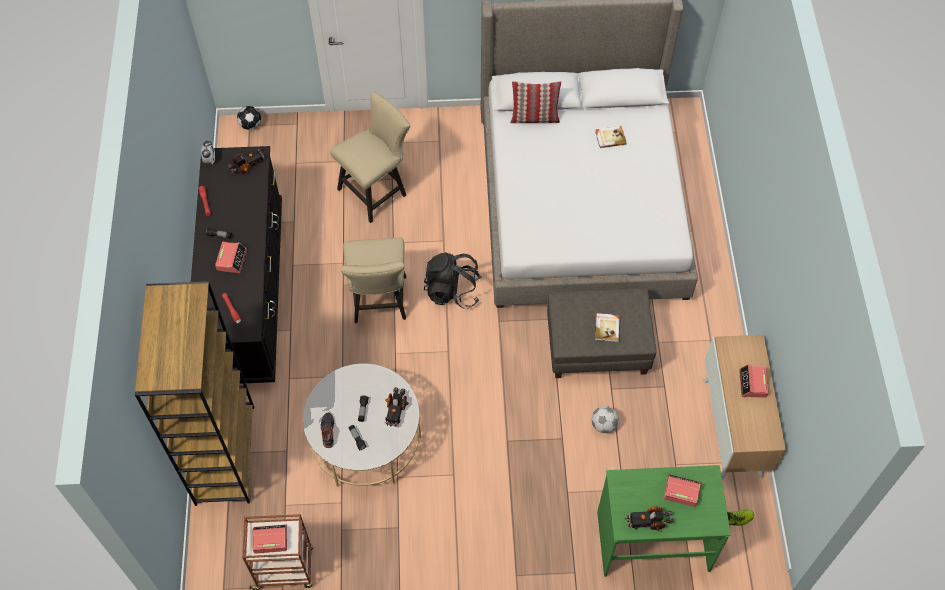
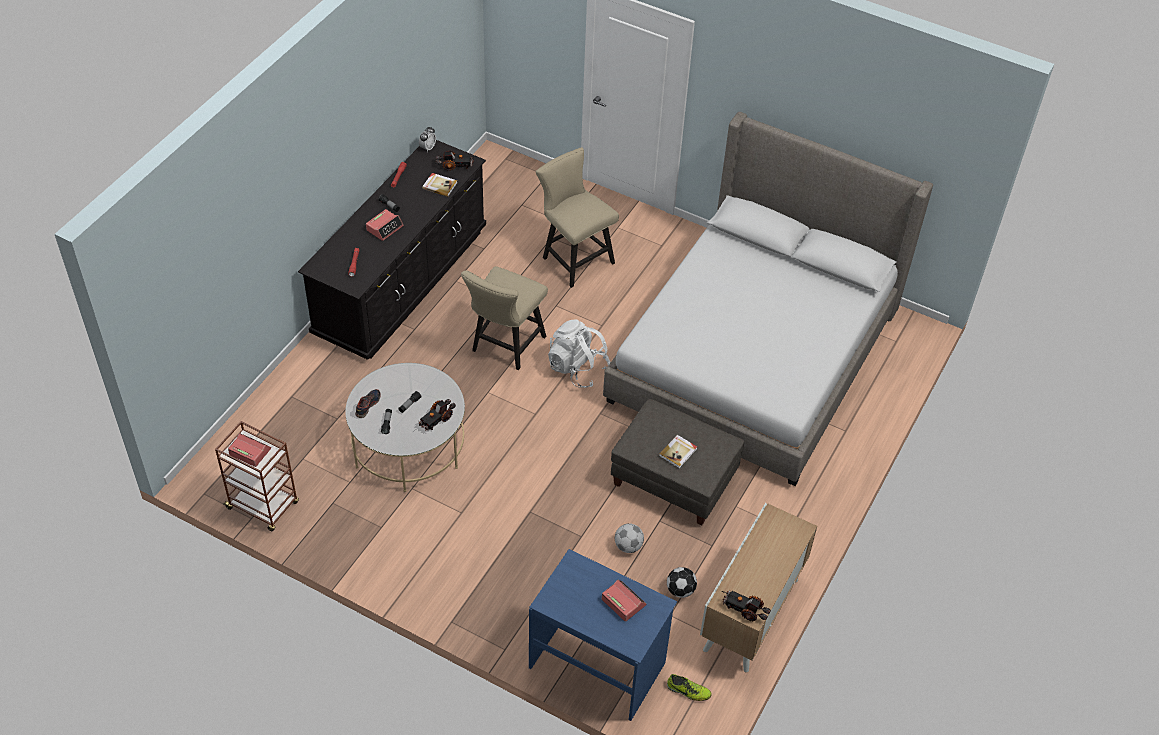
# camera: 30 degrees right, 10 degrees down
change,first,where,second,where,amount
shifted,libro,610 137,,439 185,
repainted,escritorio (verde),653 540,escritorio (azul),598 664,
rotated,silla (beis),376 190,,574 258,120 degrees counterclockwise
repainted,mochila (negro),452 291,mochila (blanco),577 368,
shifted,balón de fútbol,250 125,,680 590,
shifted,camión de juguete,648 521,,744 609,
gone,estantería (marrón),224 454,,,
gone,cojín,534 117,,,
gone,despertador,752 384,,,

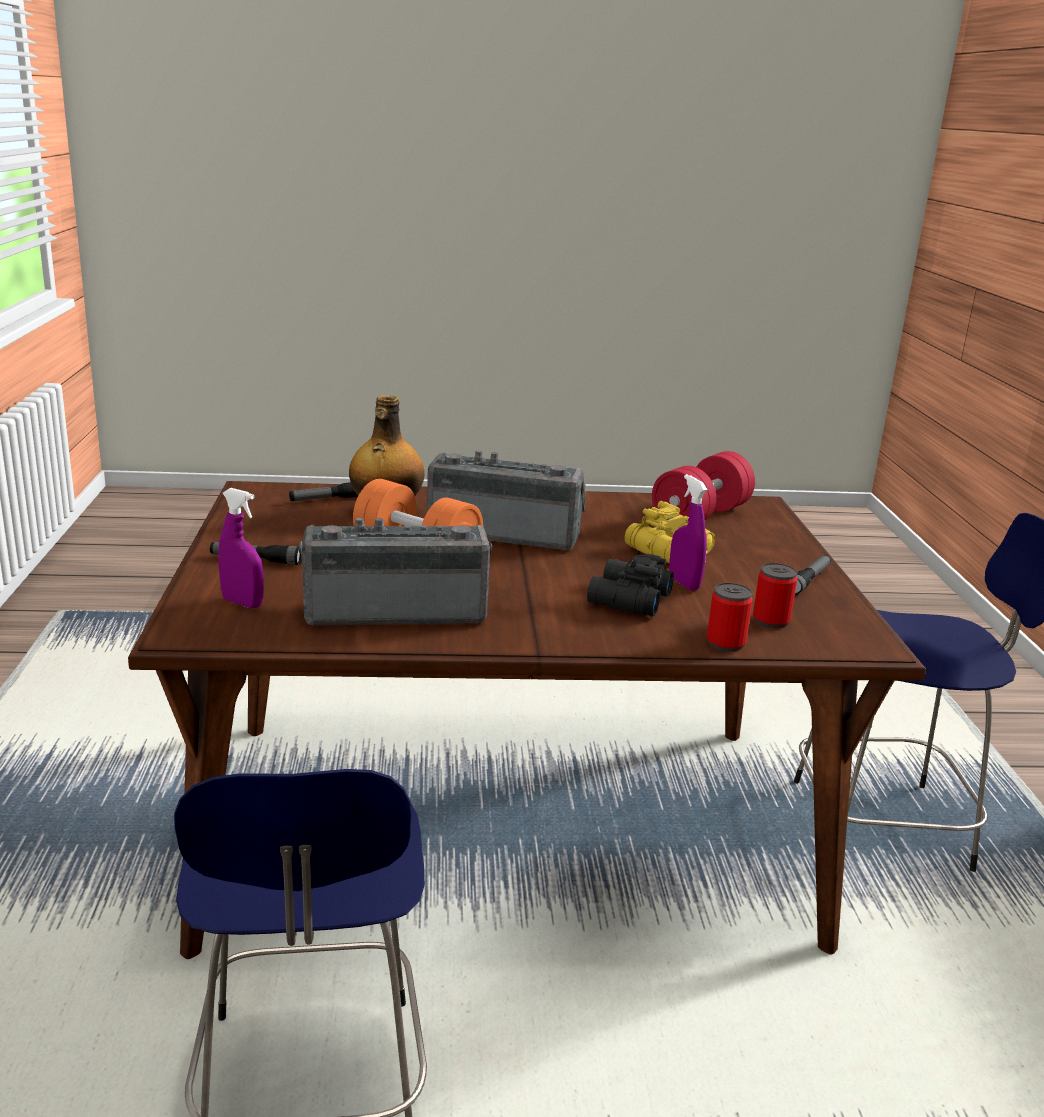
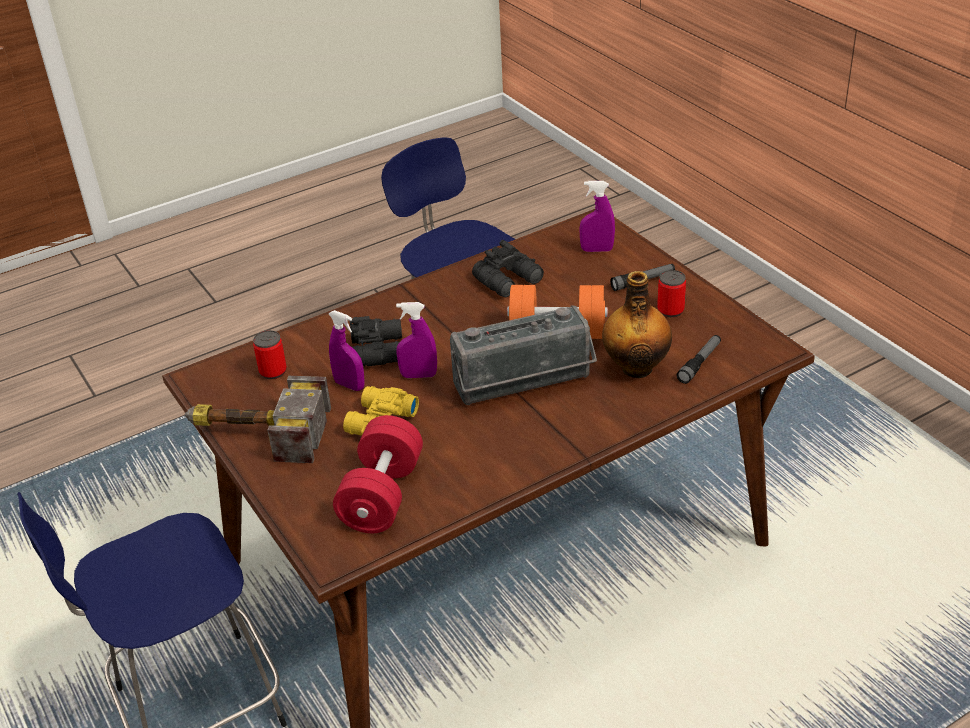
# camera: 155 degrees right, 15 degrees up
change,first,where,second,where,amount
swapped,linterna,808 581,martillo,255 432,
new,,,pulverizador (morado),418 375,
swapped,radio,396 610,prismáticos (negro),510 280,
shifted,lata,725 643,,670 310,

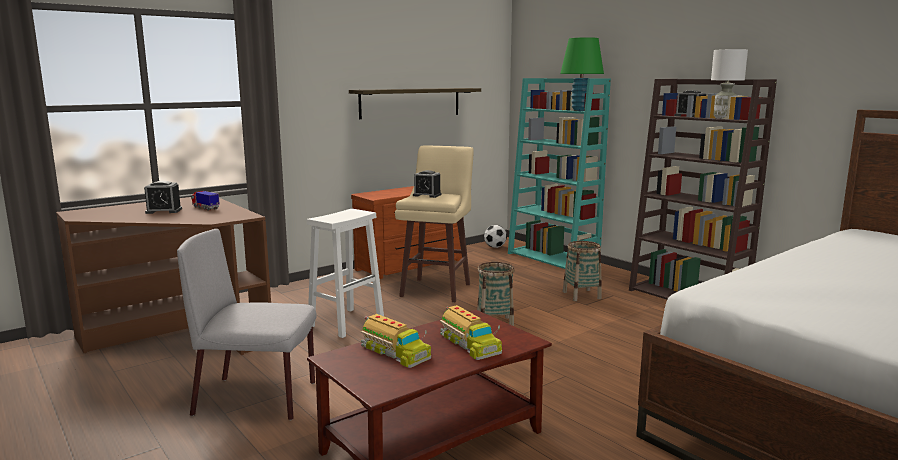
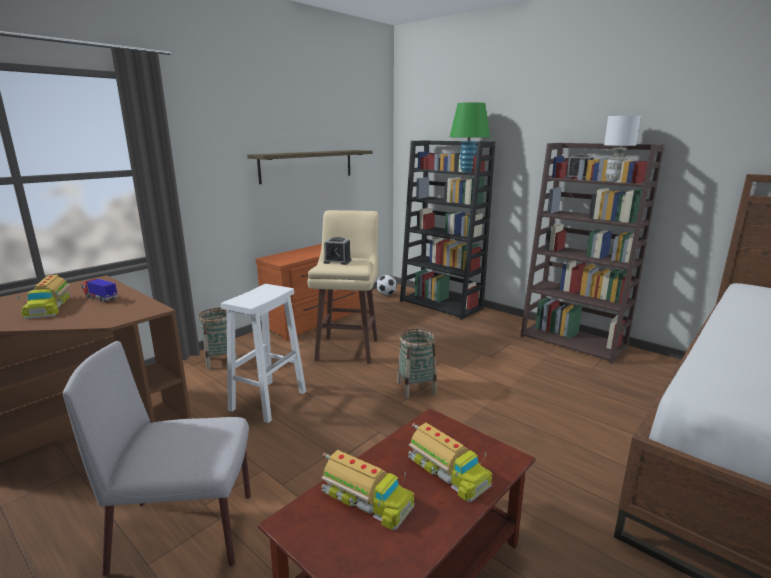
# camera: 10 degrees left, 5 degrees up
change,first,where,second,where,amount
swapped,despertador,164 211,camión de juguete,48 306,
shifted,cesta,581 295,,221 361,
repainted,estantería (turquesa),553 259,estantería (negro),442 304,

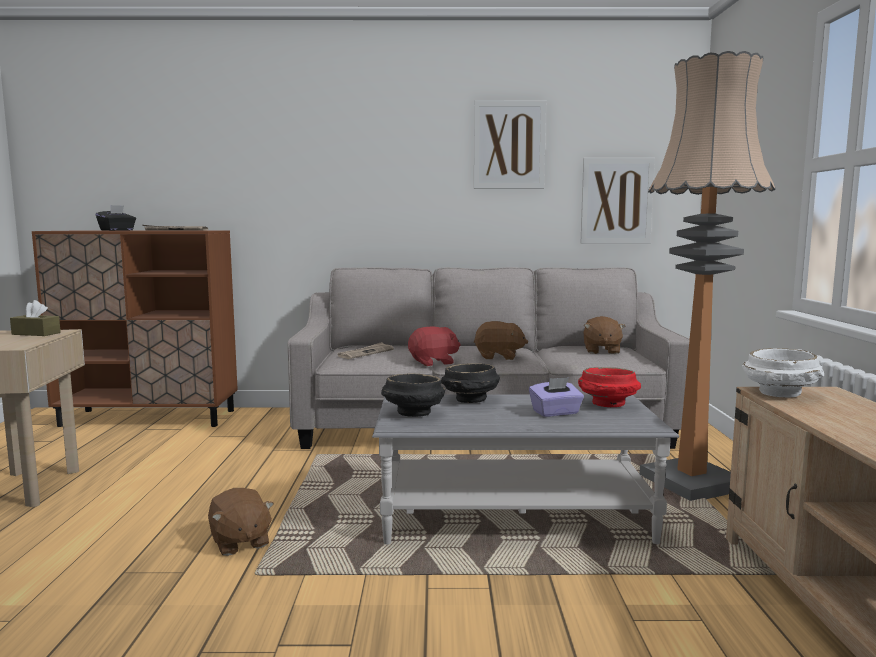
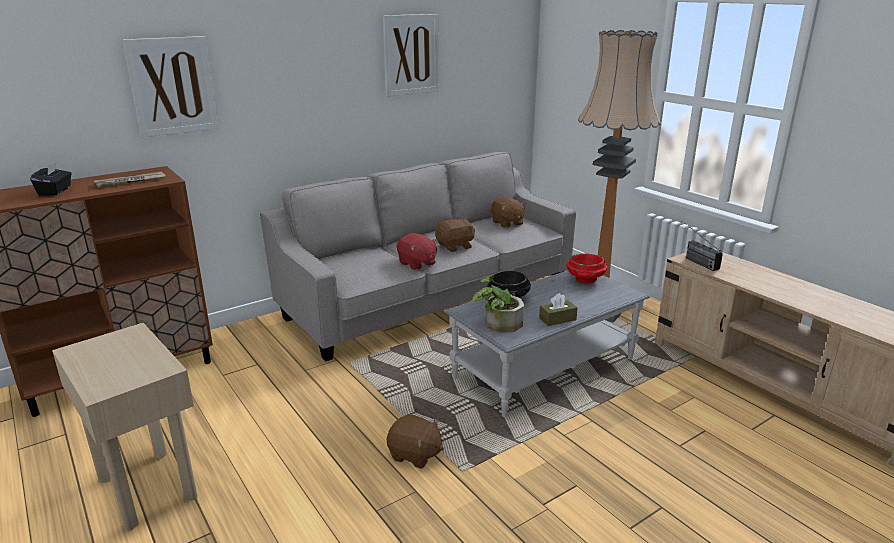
# camera: 35 degrees left, 15 degrees up
change,first,where,second,where,amount
shifted,cuadro,616 201,,172 86,
rotated,peluche (rojo),433 362,,417 263,105 degrees clockwise
swapped,cuenco (negro),413 413,planta en maceta,498 324,
shifted,caja de pañuelos (marrón),36 333,,557 319,
swapped,cuenco (blanco),781 394,radio,694 260,
gone,periódico,366 353,,,
gone,caja de pañuelos (morado),555 412,,,

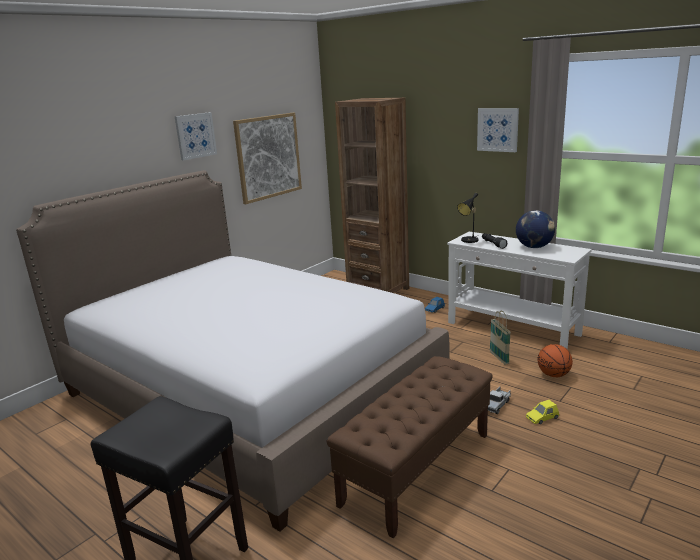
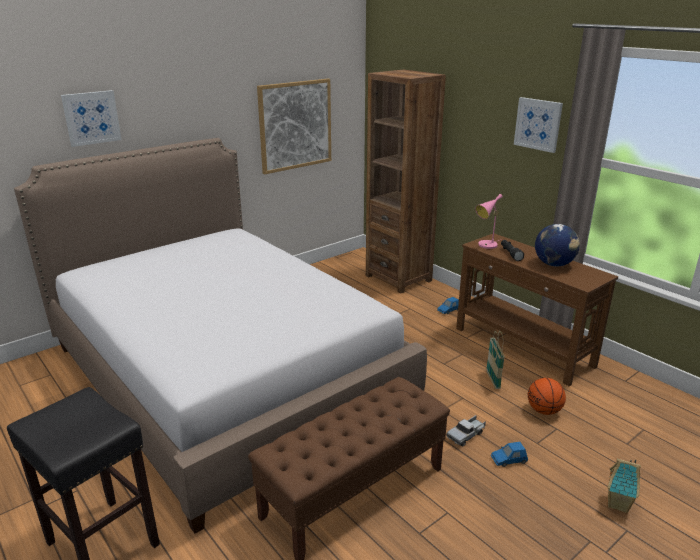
# camera: 10 degrees right, 5 degrees up
change,first,where,second,where,amount
shifted,cuadro,195 136,,91 118,
repainted,mesa consola (blanco),513 329,mesa consola (marrón),523 347,
repainted,lámpara de mesa (negro),468 241,lámpara de mesa (rosa),486 246,
repainted,coche de juguete (amarillo),542 418,coche de juguete (azul),509 460,
new,,,casita,618 504,

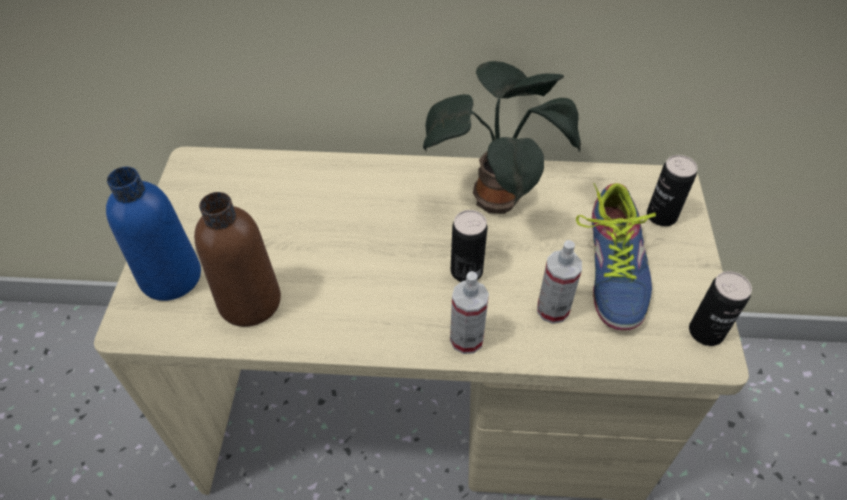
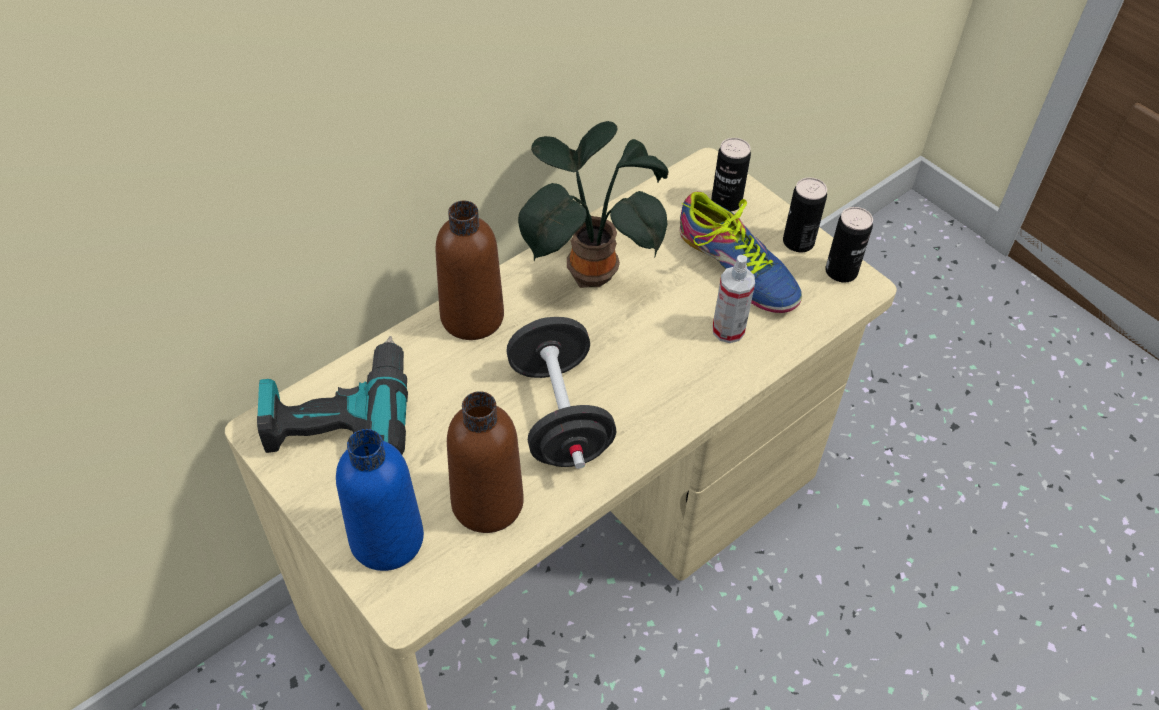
# camera: 45 degrees left, 0 degrees up
change,first,where,second,where,amount
new,,,taladro,340 414,
new,,,botella (marrón),472 317,
new,,,mancuerna (negro),559 415,
shifted,lata,466 271,,798 242,
gone,pulverizador,466 339,,,

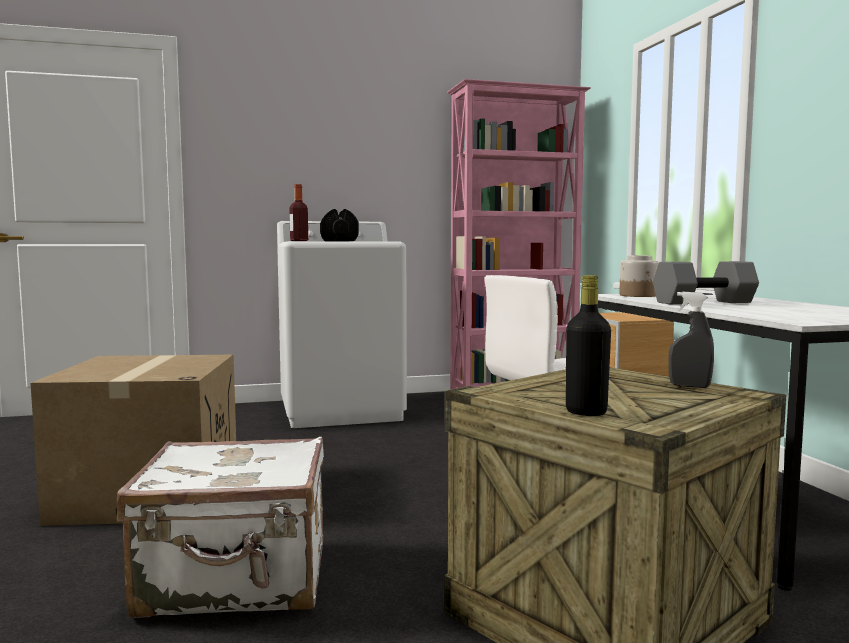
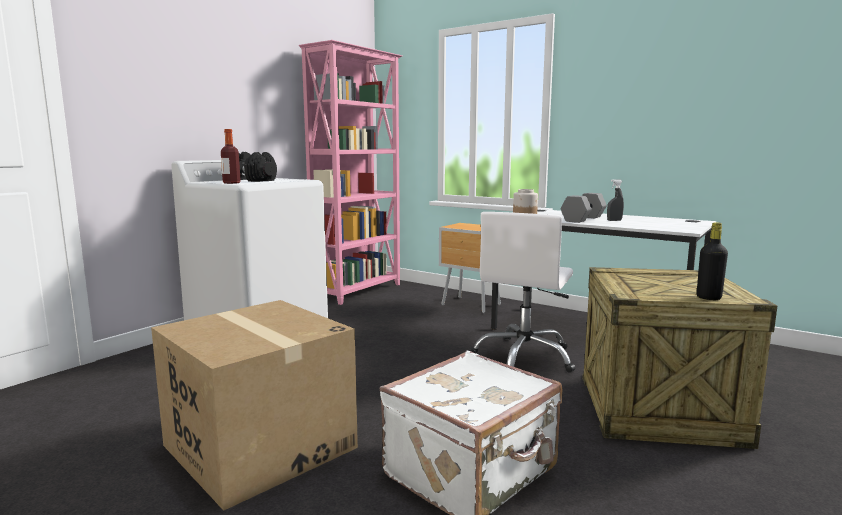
# camera: 40 degrees left, 5 degrees up
change,first,where,second,where,amount
shifted,pulverizador (gris),689 386,,614 220,

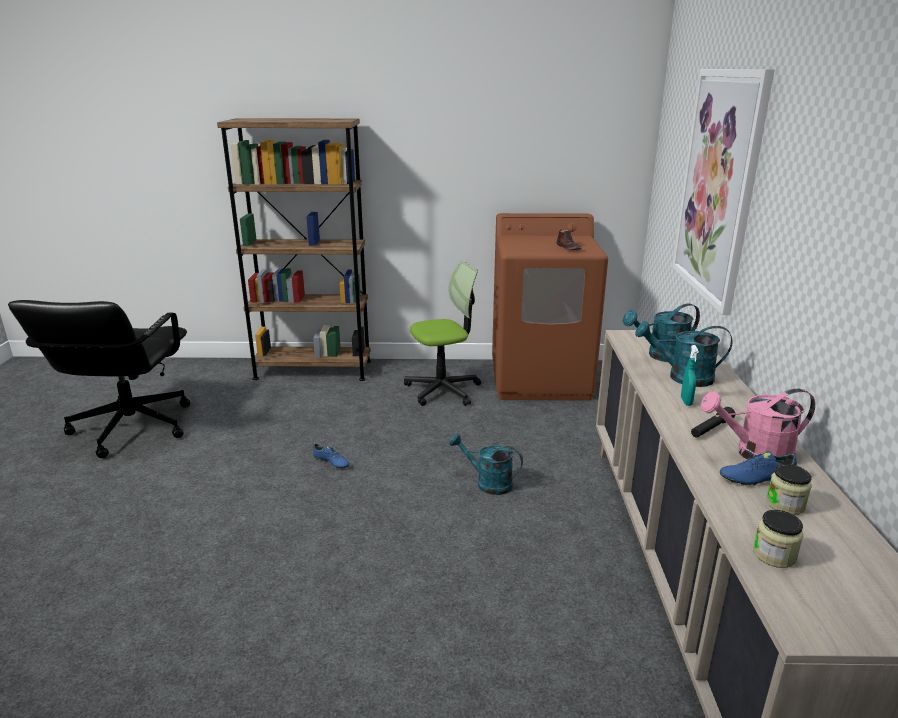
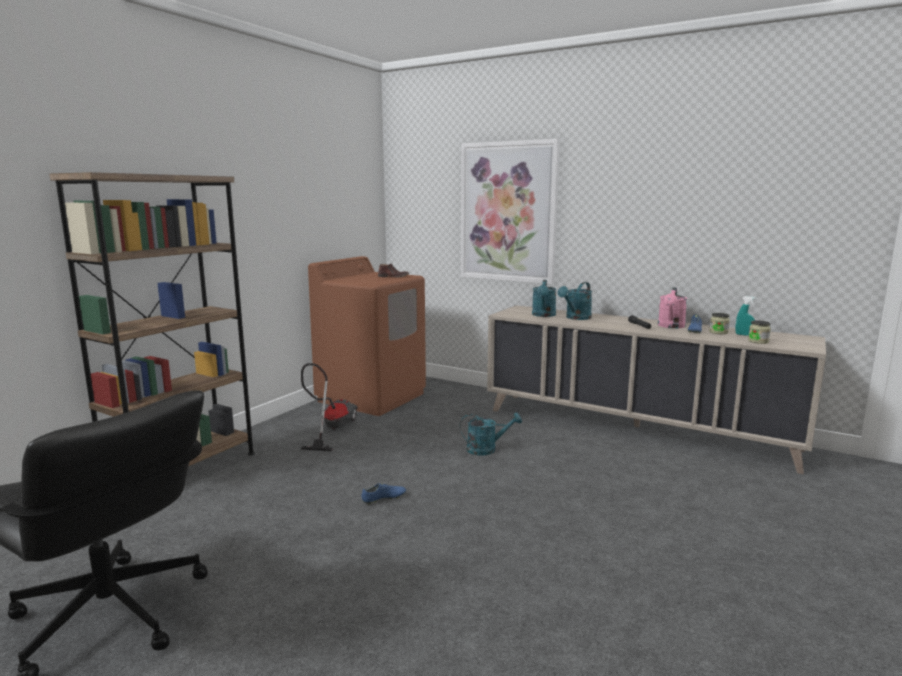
# camera: 60 degrees left, 10 degrees down
change,first,where,second,where,amount
swapped,silla de oficina,443 390,aspiradora,331 429,
rotated,regadera (turquesa),488 483,,487 449,150 degrees counterclockwise
shifted,pulverizador (turquesa),686 401,,744 335,

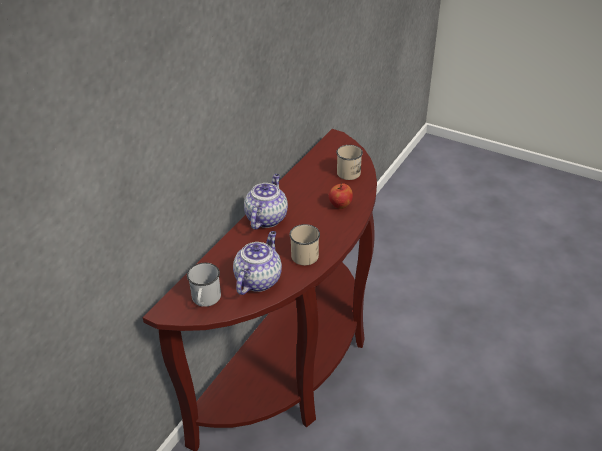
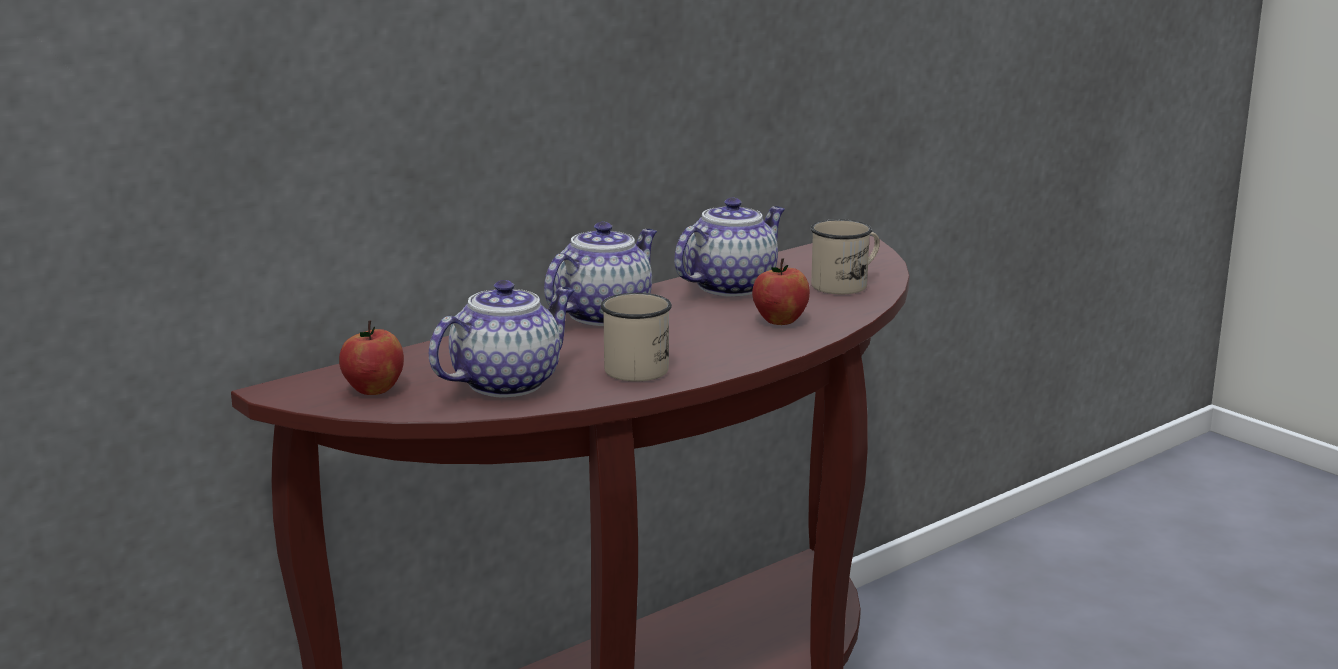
# camera: 20 degrees right, 20 degrees down
change,first,where,second,where,amount
swapped,taza grande (blanco),205 300,manzana,373 390,
new,,,tetera,731 286,

